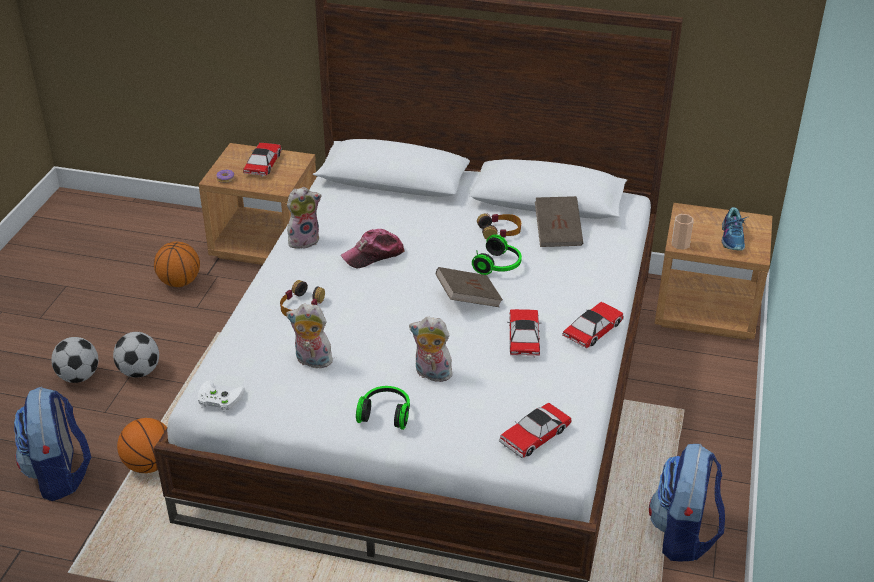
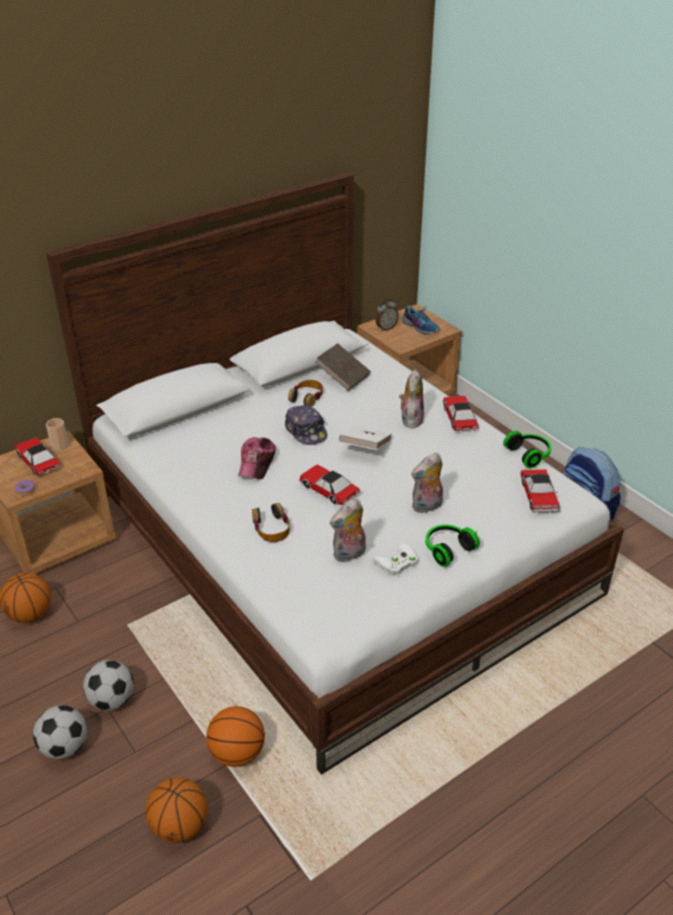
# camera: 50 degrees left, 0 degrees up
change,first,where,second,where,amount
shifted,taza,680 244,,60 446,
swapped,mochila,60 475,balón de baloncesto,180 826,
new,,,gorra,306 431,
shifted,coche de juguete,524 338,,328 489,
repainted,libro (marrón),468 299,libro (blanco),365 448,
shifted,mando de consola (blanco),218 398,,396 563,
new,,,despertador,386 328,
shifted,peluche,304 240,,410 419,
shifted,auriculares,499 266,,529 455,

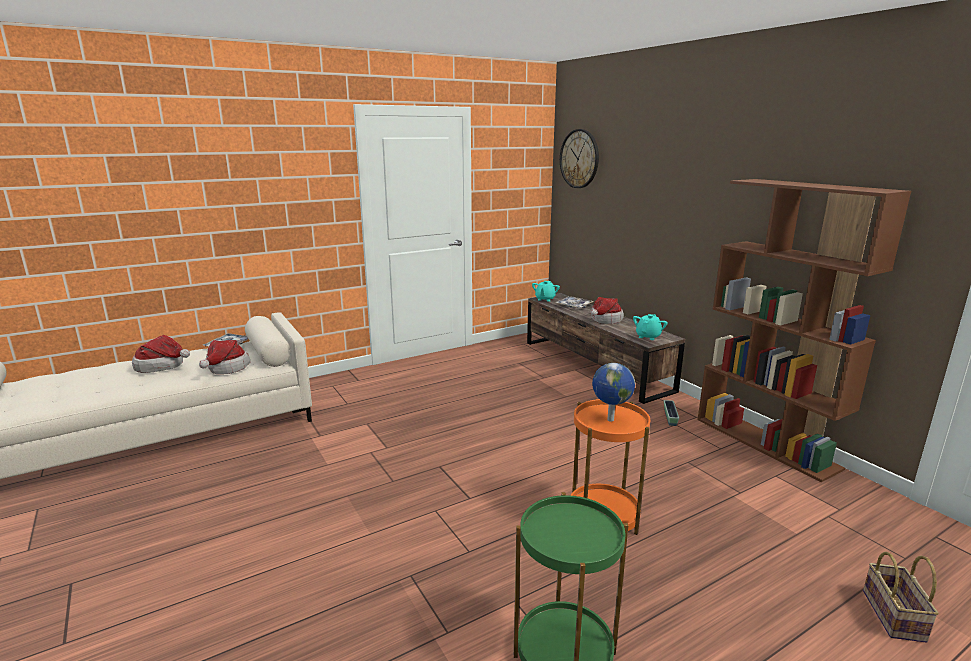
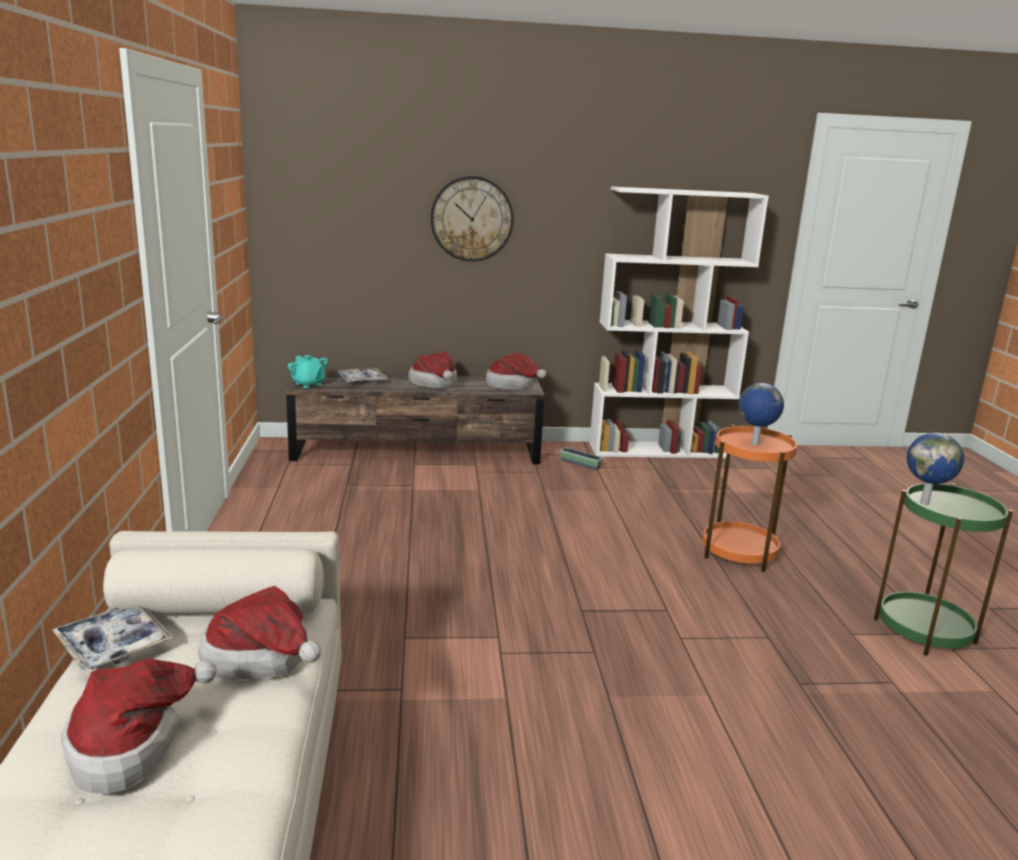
# camera: 65 degrees left, 0 degrees up
change,first,where,second,where,amount
shifted,reloj de pared,579 159,,472 219,
swapped,tetera (turquesa),648 336,sombrero,513 385,
repainted,estantería (marrón),766 443,estantería (blanco),659 450,
new,,,globo terráqueo,925 503,
gone,cesta,895 617,,,

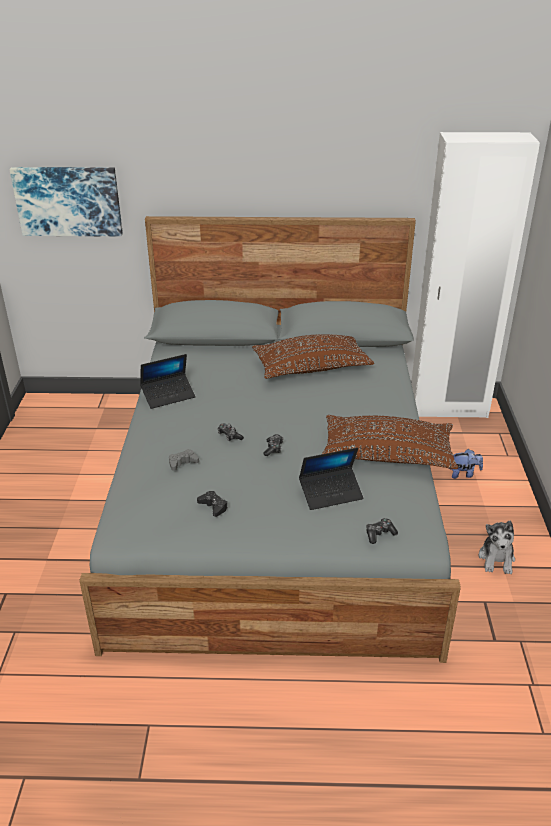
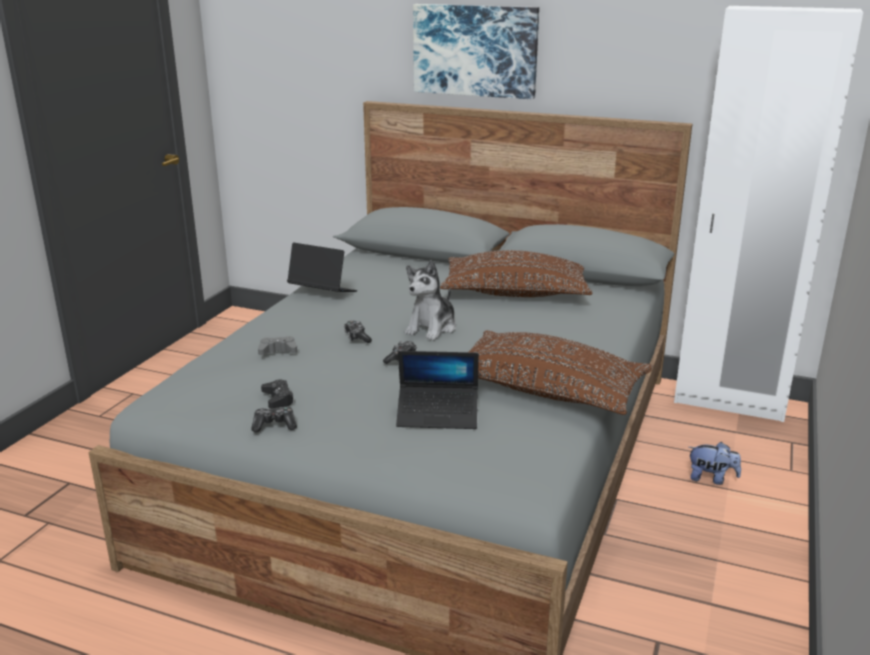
# camera: 20 degrees right, 10 degrees down
change,first,where,second,where,amount
shifted,mando de consola,379 534,,274 425,
rotated,portátil,168 395,,322 293,150 degrees counterclockwise
shifted,peluche,496 559,,432 328,
shifted,cuadro,68 201,,475 50,

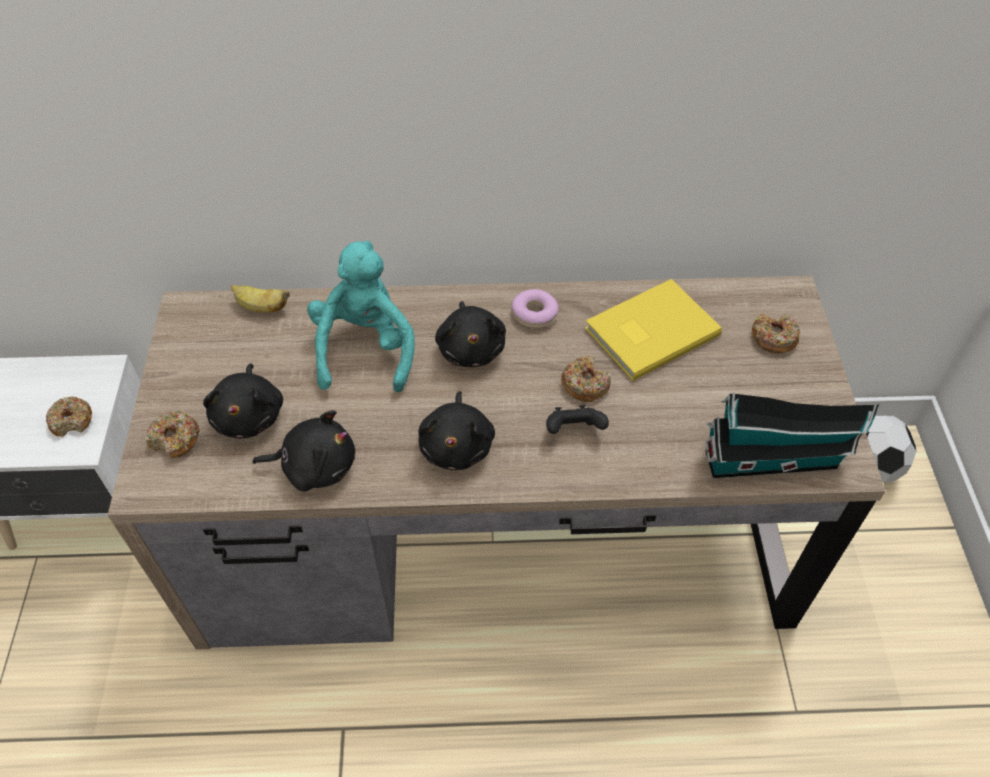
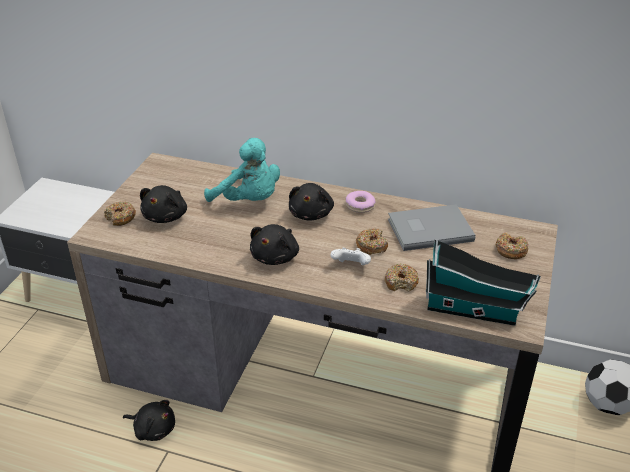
# camera: 20 degrees right, 15 degrees down
change,first,where,second,where,amount
shifted,peluche (negro),315 466,,153 429,
rotated,peluche (turquesa),365 349,,248 201,105 degrees clockwise
repainted,mando de consola (negro),574 431,mando de consola (blanco),351 266,
shifted,rosquilla,72 421,,401 282,
repainted,libro (amarillo),648 331,libro (gris),428 229,
gone,plátano,261 307,,,

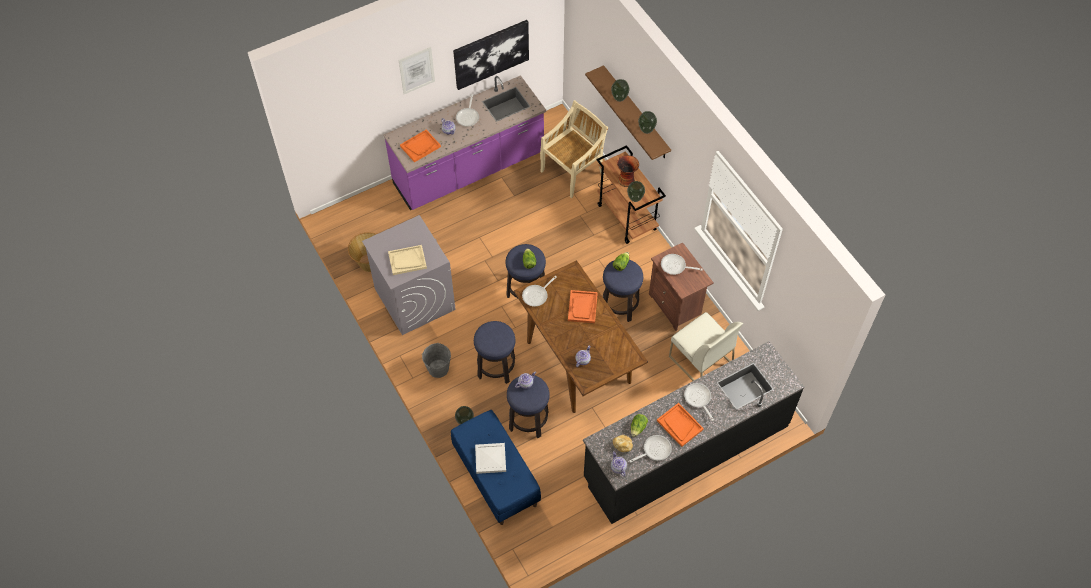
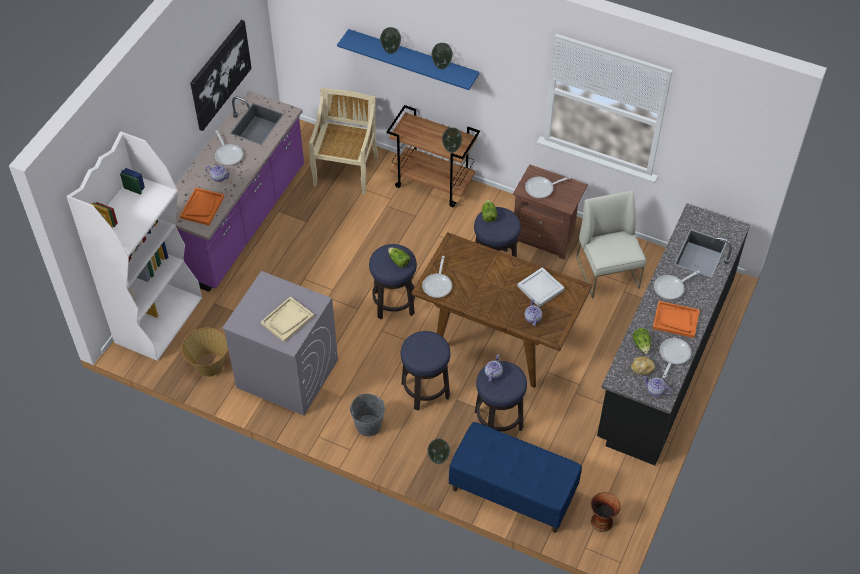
# camera: 35 degrees left, 5 degrees down
change,first,where,second,where,amount
new,,,estantería (blanco),158 319,
repainted,estante (marrón),636 113,estante (azul),413 59,
shifted,bandeja (blanco),491 458,,540 287,
rotated,silla (blanco),700 360,,608 272,120 degrees counterclockwise
shifted,florero,626 180,,601 521,
rotated,sartén,698 399,,671 288,60 degrees counterclockwise
gone,cuadro,416 70,,,
gone,bandeja (naranja),582 307,,,

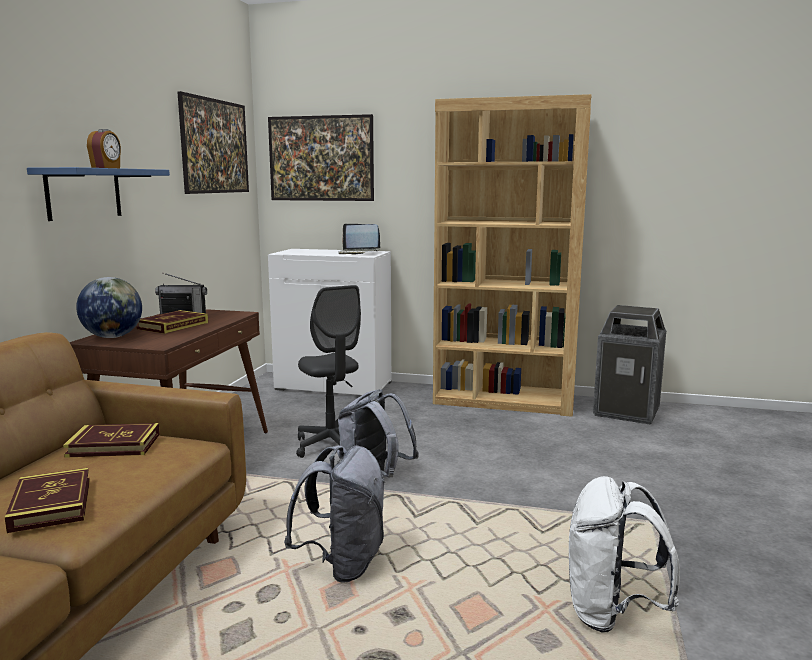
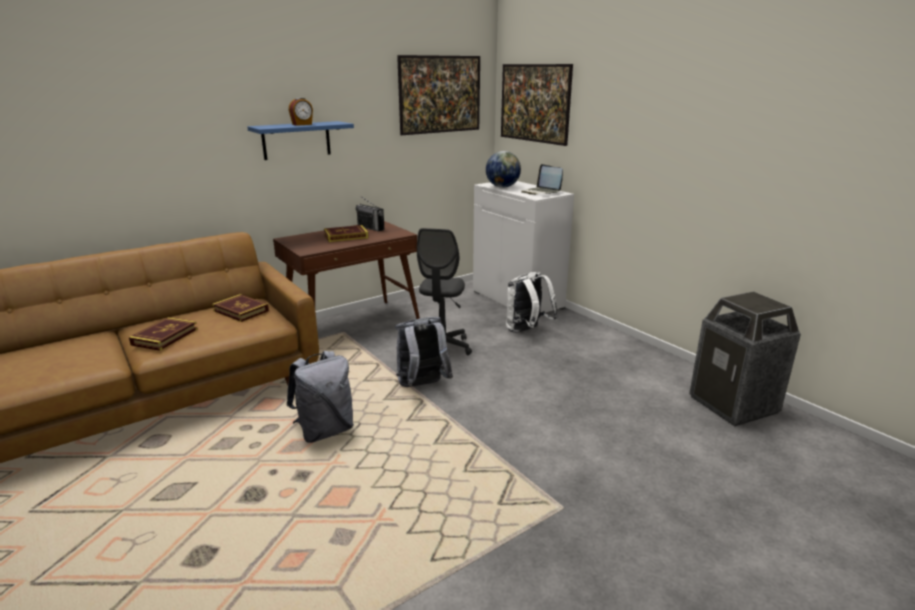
# camera: 40 degrees right, 10 degrees up
change,first,where,second,where,amount
shifted,globo terráqueo,112 337,,502 187,
shifted,mochila (blanco),612 613,,527 331,
gone,estantería (marrón),504 401,,,

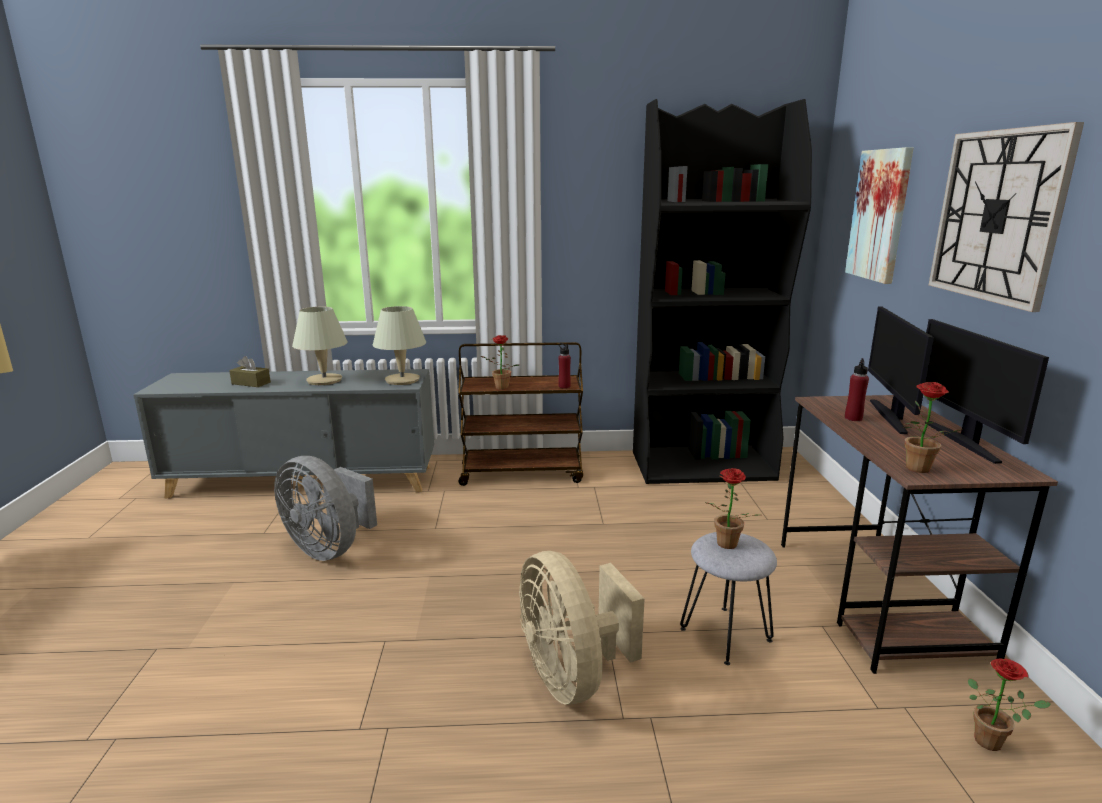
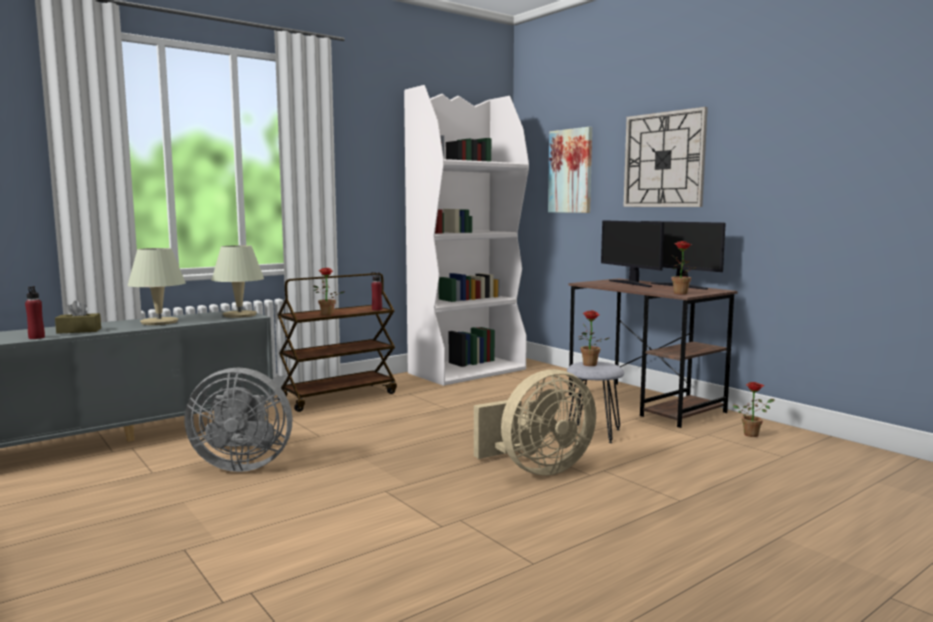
# camera: 35 degrees left, 10 degrees down
change,first,where,second,where,amount
shifted,botella (rojo),853 418,,36 337,
repainted,estantería (negro),703 466,estantería (blanco),467 371,
rotated,ventilador (beis),572 676,,537 469,60 degrees counterclockwise

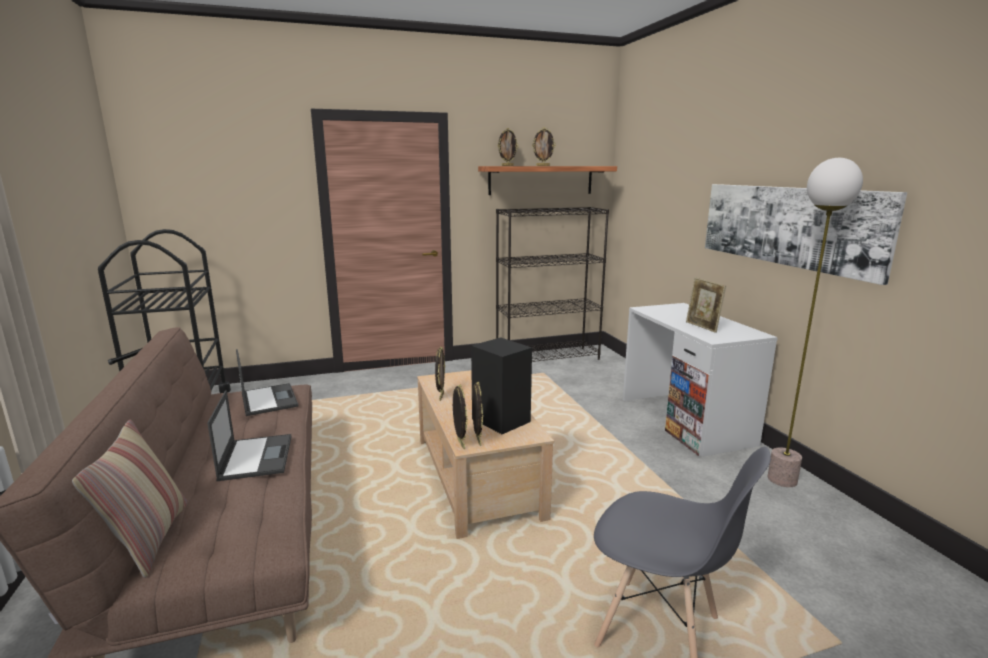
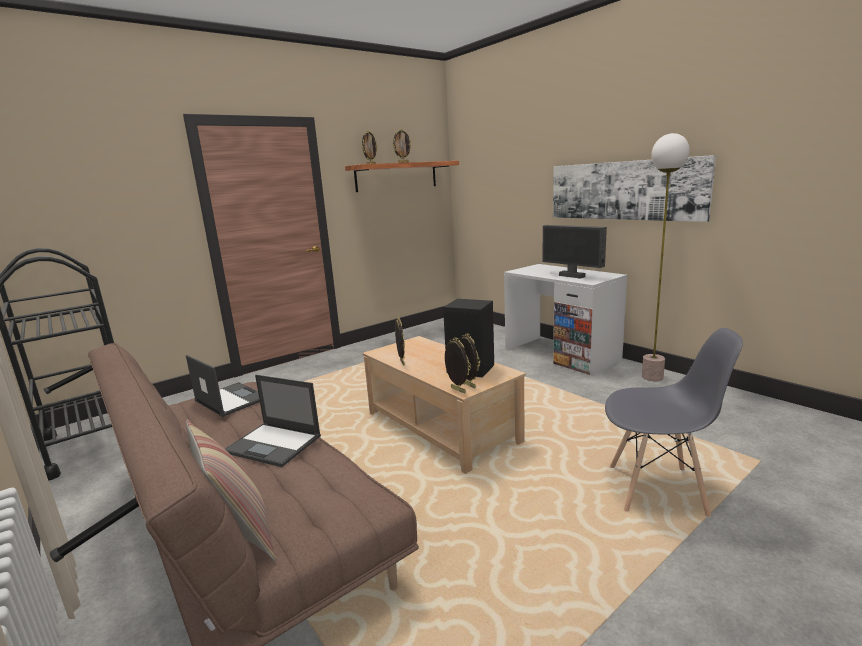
# camera: 20 degrees left, 0 degrees up
change,first,where,second,where,amount
rotated,portátil,256 457,,274 444,150 degrees clockwise
swapped,portarretratos,702 327,monitor,572 276,
gone,estantería (negro),548 358,,,

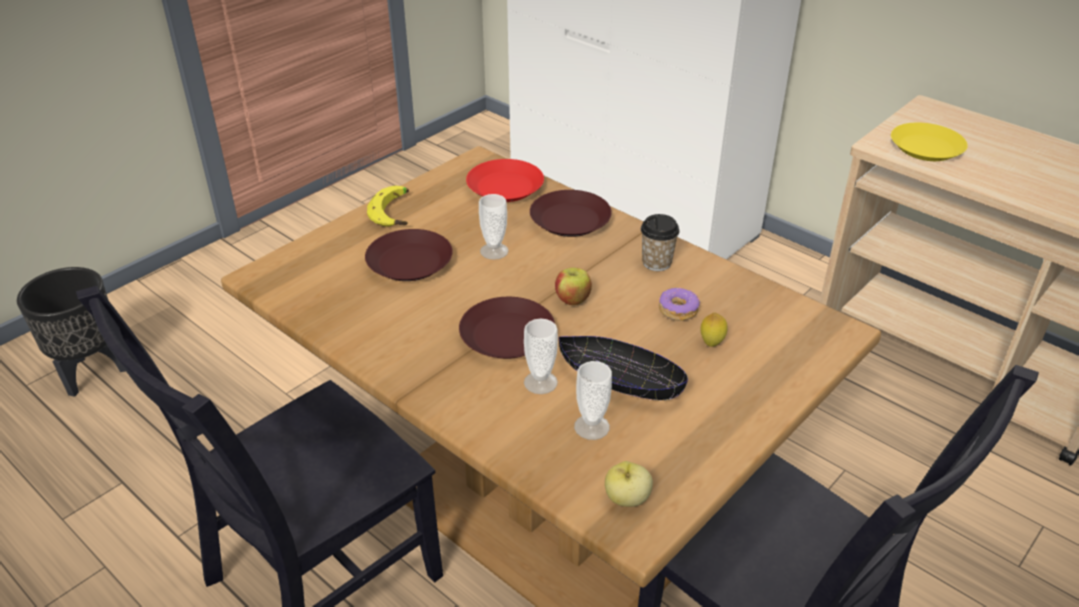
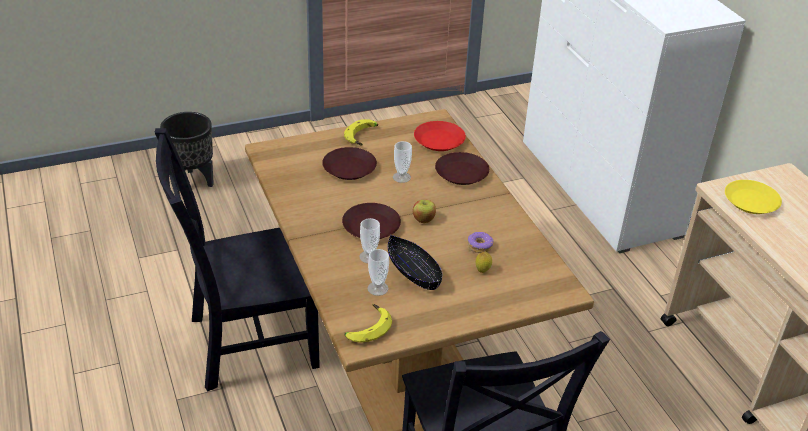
# camera: 25 degrees right, 0 degrees up
change,first,where,second,where,amount
swapped,manzana,626 499,plátano,366 328,
gone,taza,656 263,,,

